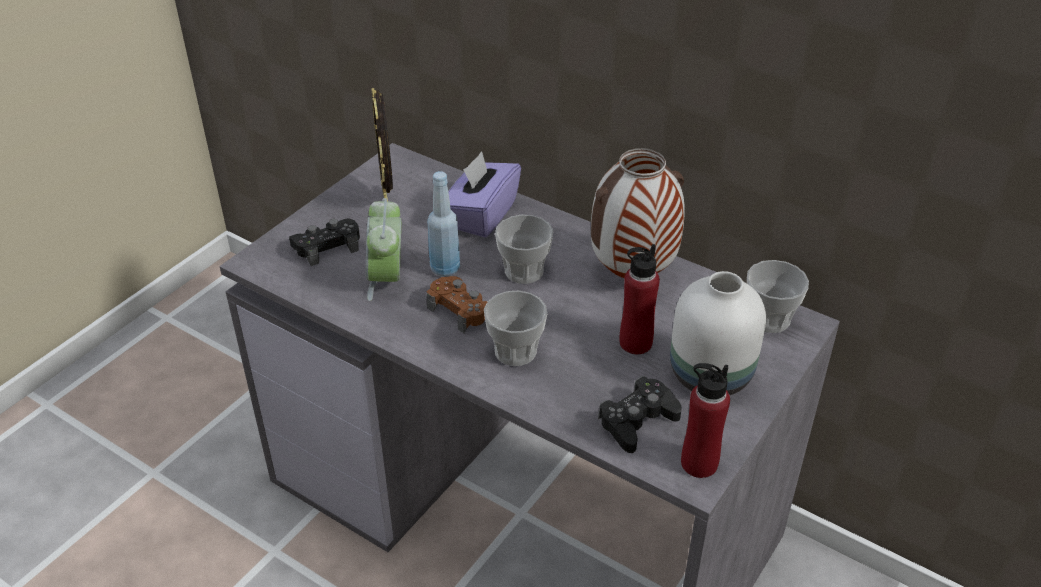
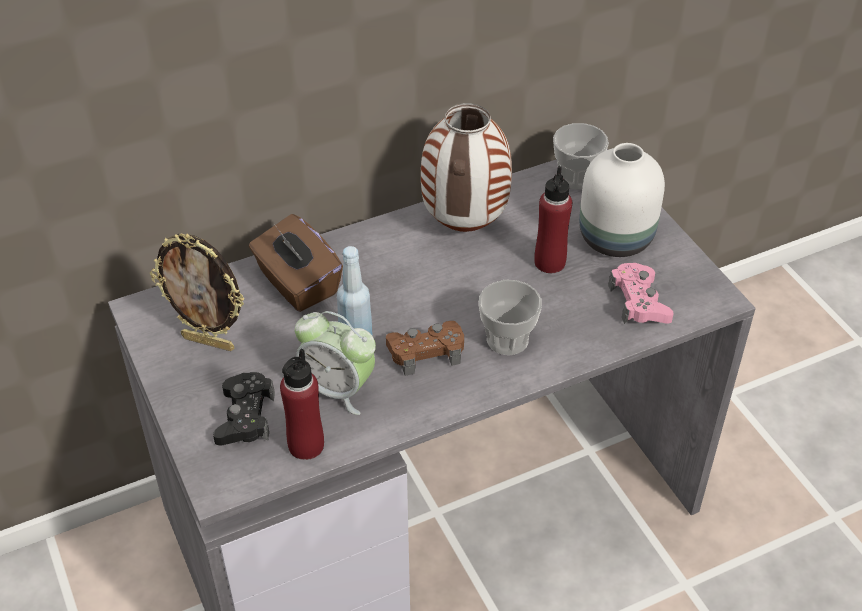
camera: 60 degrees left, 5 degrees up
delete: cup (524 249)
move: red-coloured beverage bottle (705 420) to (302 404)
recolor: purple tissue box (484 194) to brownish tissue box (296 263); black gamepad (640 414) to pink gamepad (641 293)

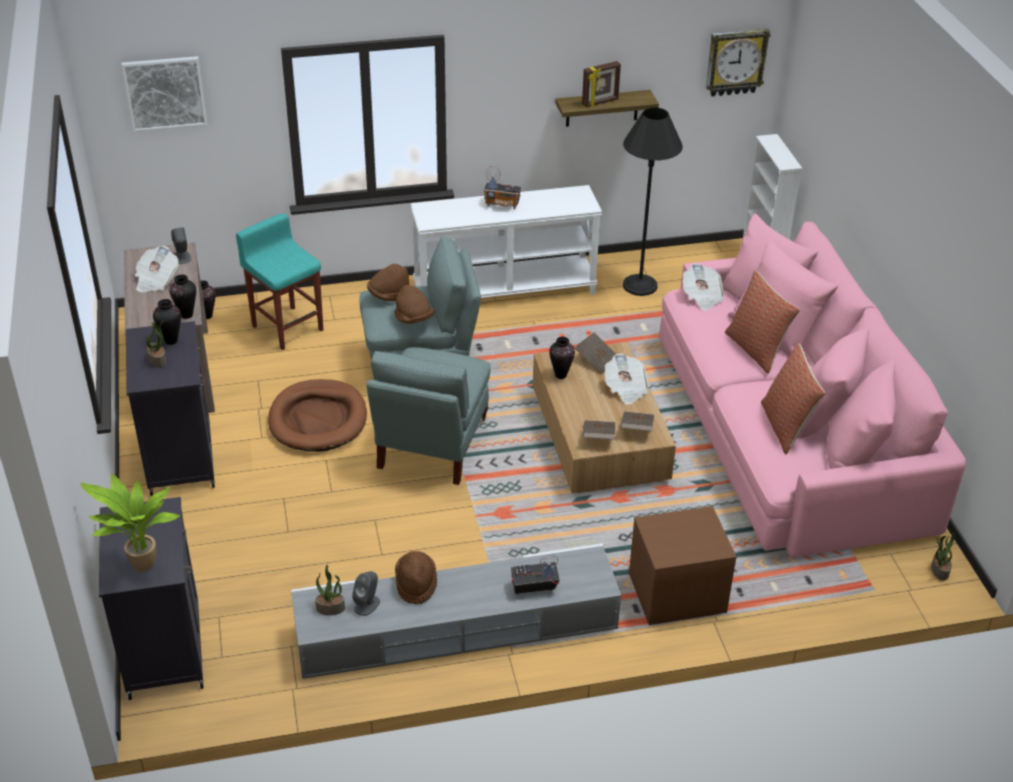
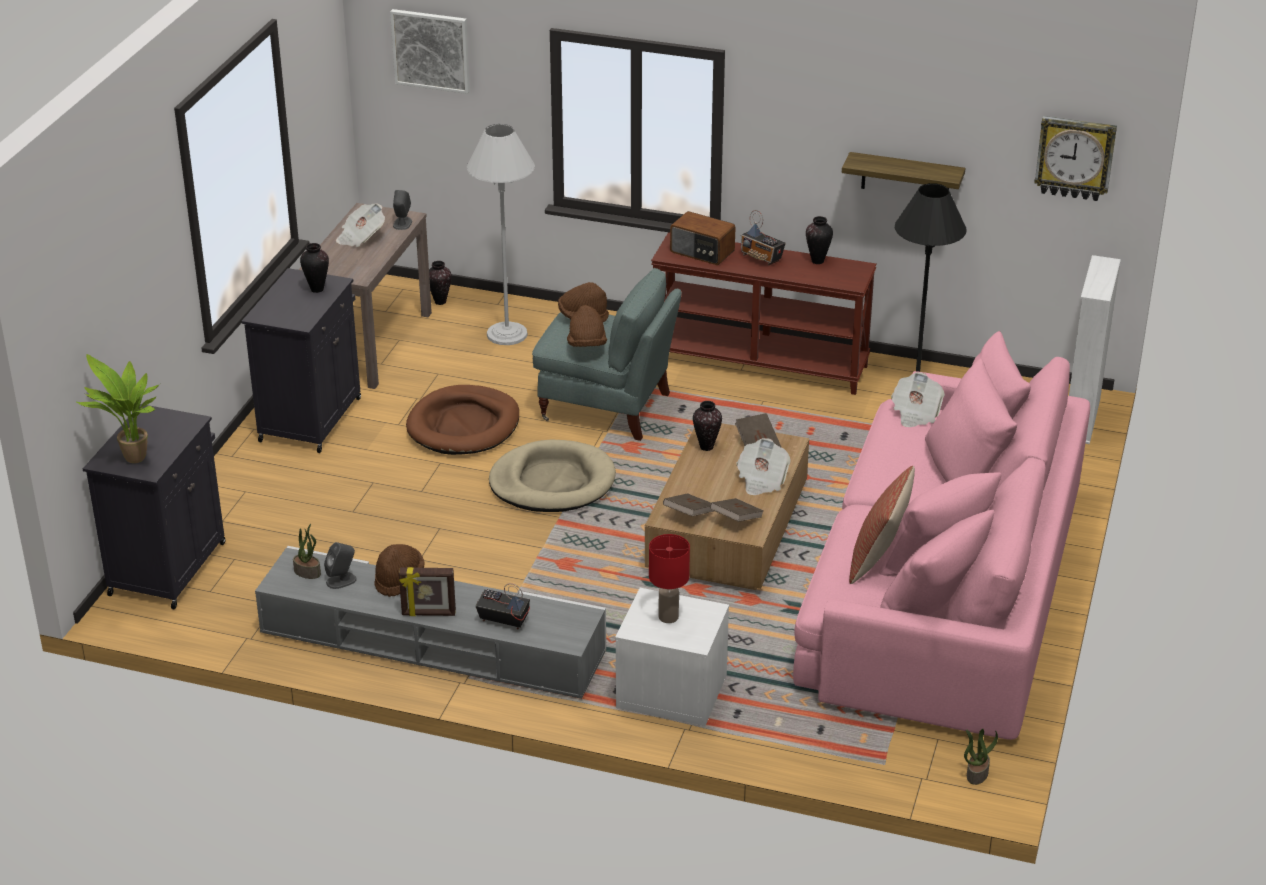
camera: 30 degrees right, 5 degrees down
delete: potted plant (156 344); cushion (762 322)
insert: red-coloured lamp for a table (669 578); radio (702 238)
move: flower vase (182 297) to (819 240); photo frame (601 84) to (427 591)
replace: turquoise-coloured stool (279 281) to whitish floor lamp (501 234); greyish armchair (429 416) to beige pet bed (552 476)
recolor: whitish console table (506 241) to brownish console table (764 313); brownish night table (683 565) to whitish night table (672 657)

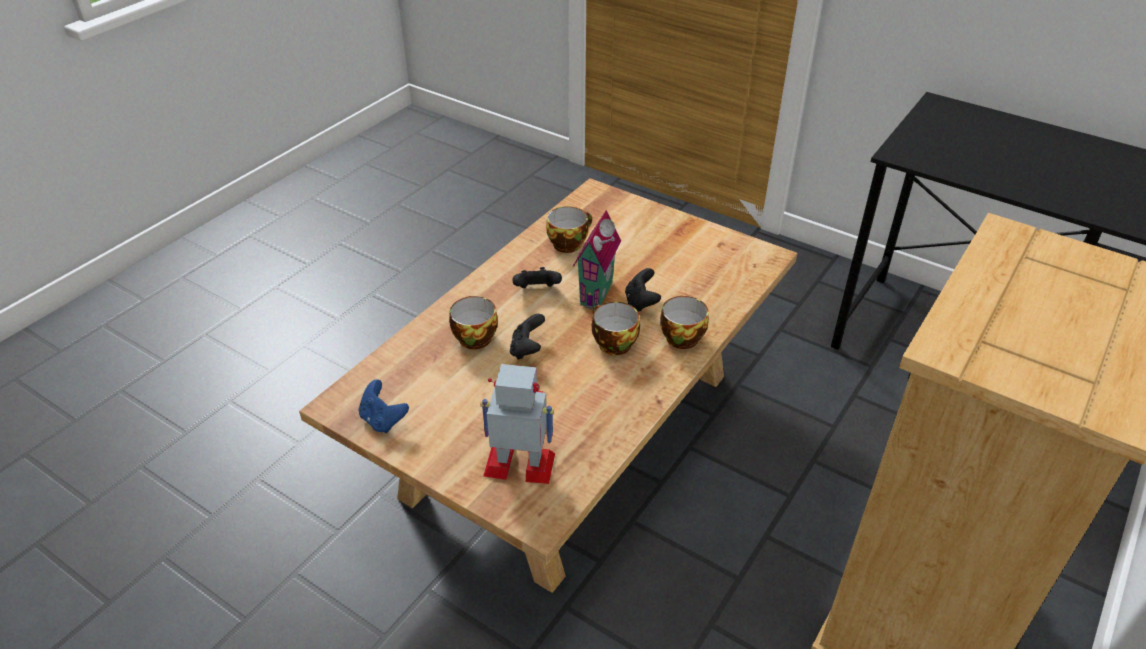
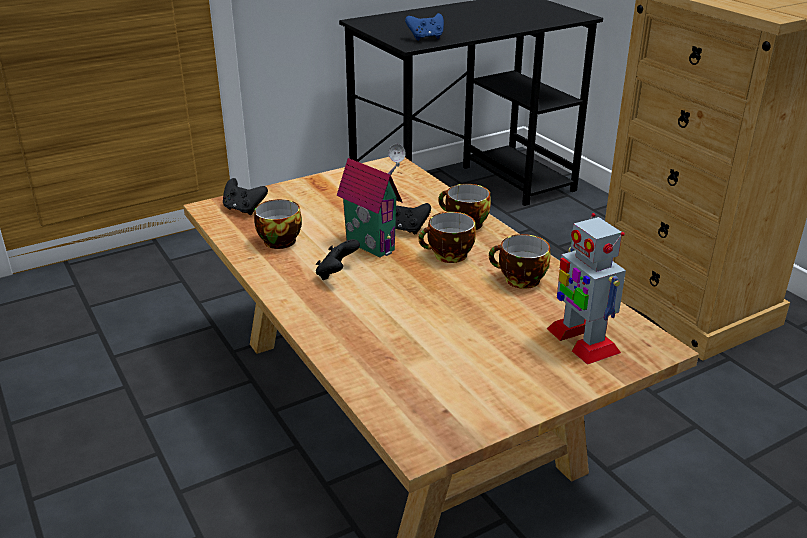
camera: 65 degrees left, 10 degrees down
move: bluish gamepad (384 406) to (424 27); cup (473 322) to (519 261); black gamepad (527 337) to (245 196)
rotate: model robot (517 424) = (586 289) 60 degrees counterclockwise

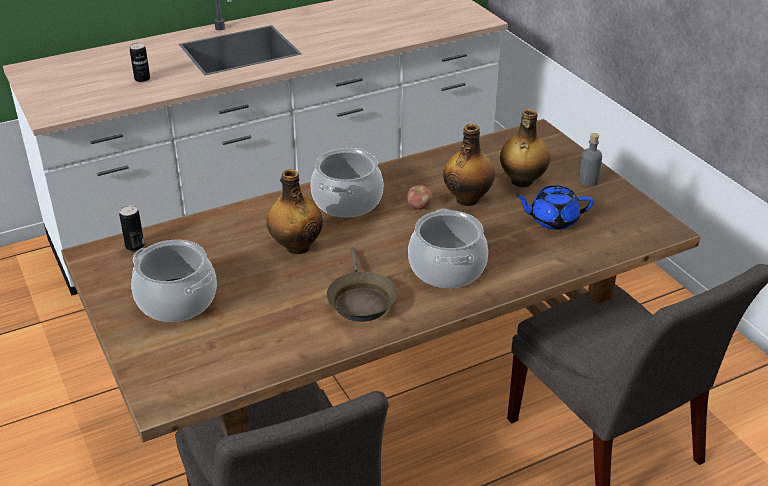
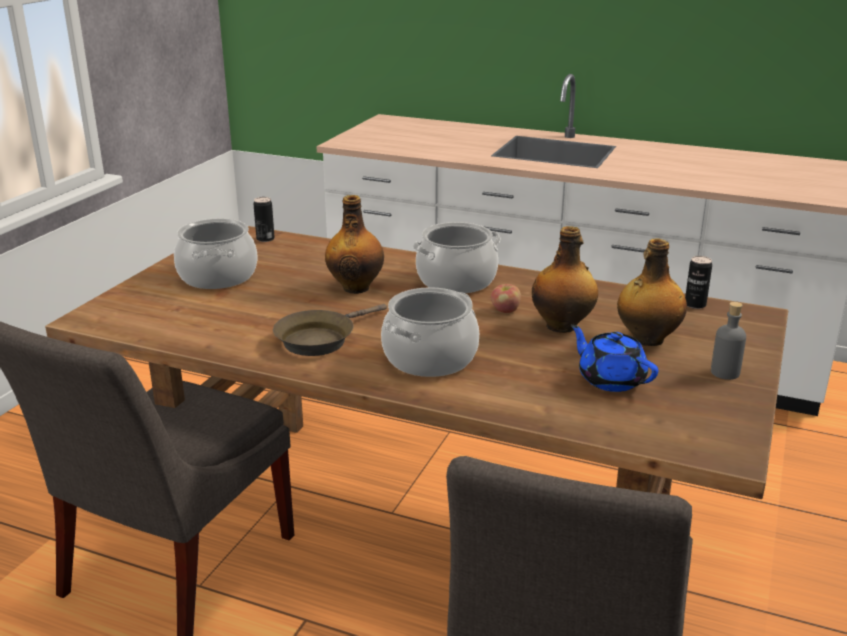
camera: 50 degrees right, 10 degrees down
move: metal can (140 62) to (698 282)

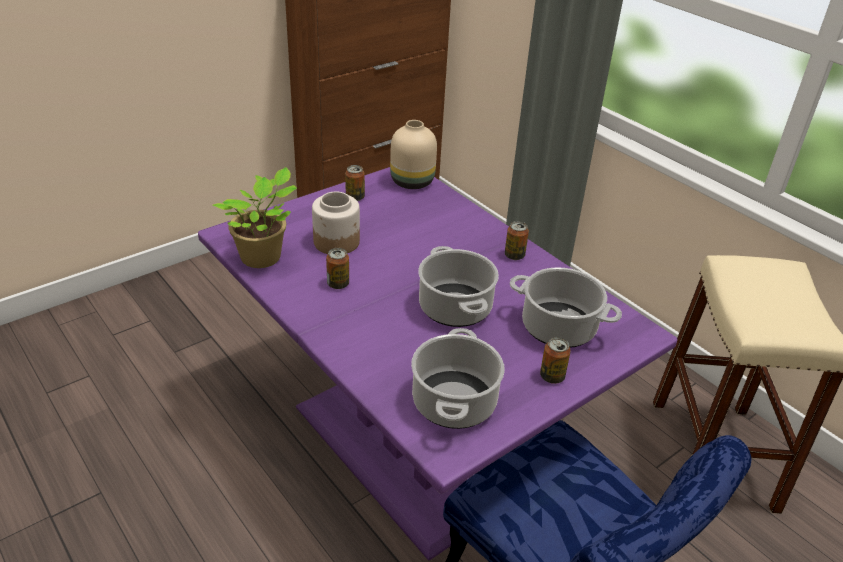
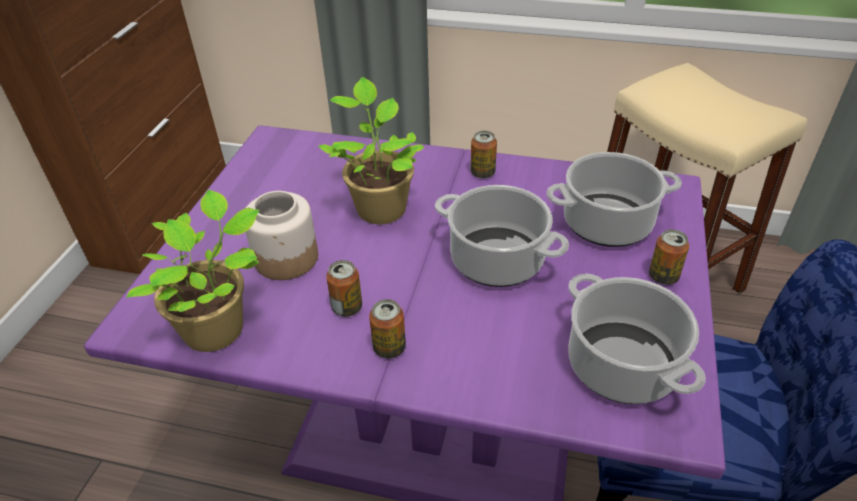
camera: 35 degrees left, 5 degrees up
delete: beige flower vase (413 154)
insert: potted plant (371 150)
move: metal can (355 183) to (387 328)

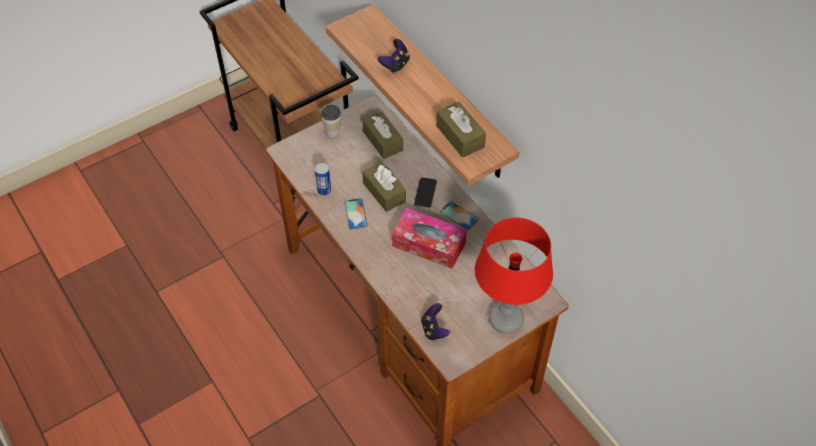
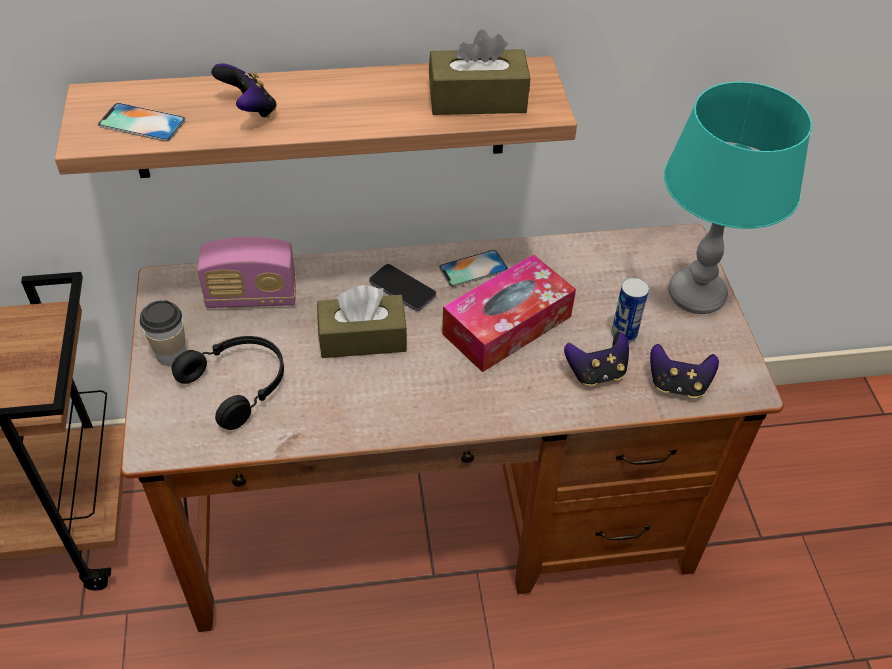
camera: 65 degrees left, 5 degrees down
insert: black pair of headphones (228 383); gamepad (596 359)
move: metal can (323 179) to (630 310); phone (356 213) to (142 122)
replace: brownish tissue box (383 135) to radio (246 272)
recolor: red-coloured lamp for a table (514 275) to turquoise-coloured lamp for a table (738 198)

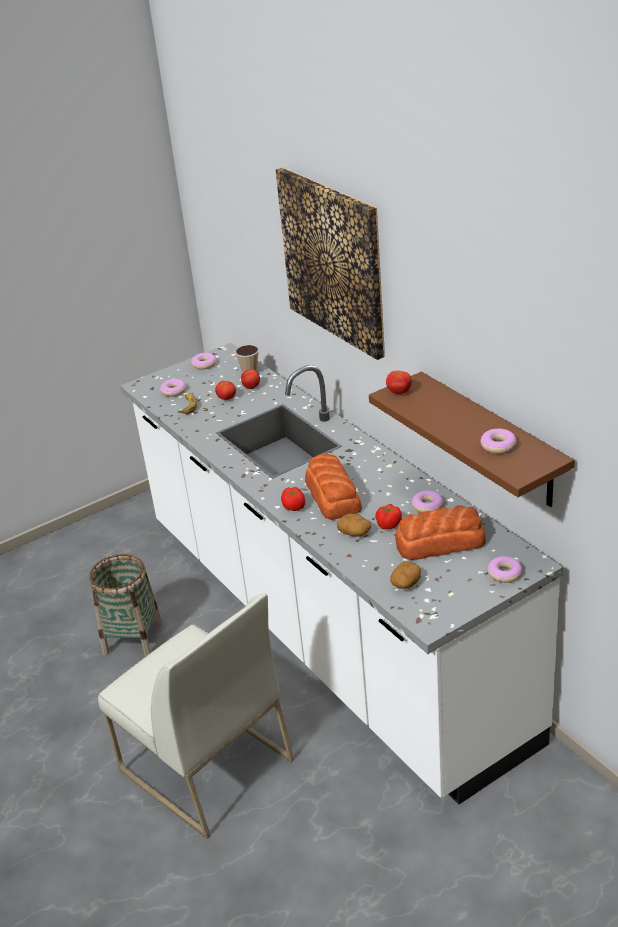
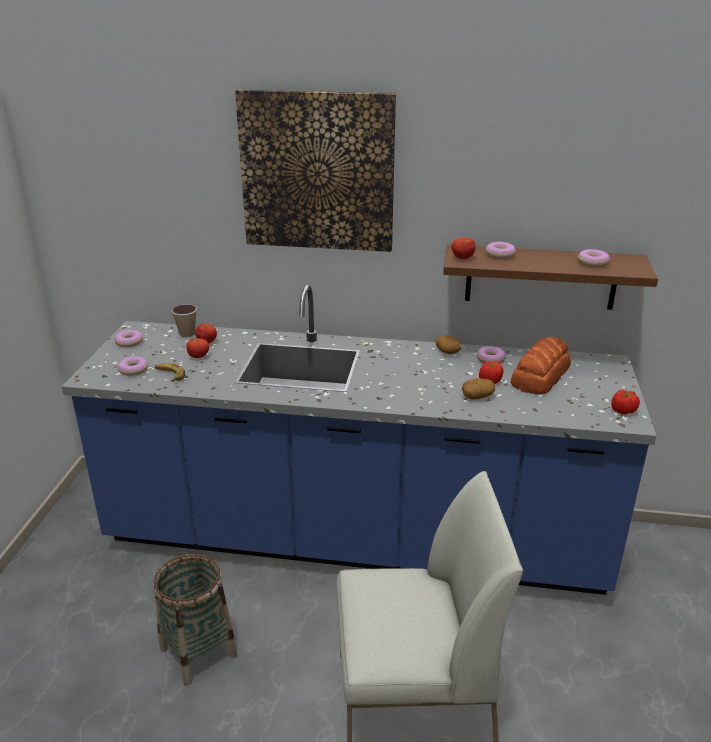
camera: 50 degrees left, 5 degrees down
delete: bakery bread (333 487)
move: fresh tomato (293 499) to (625 402); potato (405 575) to (448 344); doughnut (505 569) to (500 250)
recolor: whitish kitchen base unit (341 573) to bluish kitchen base unit (359 439)

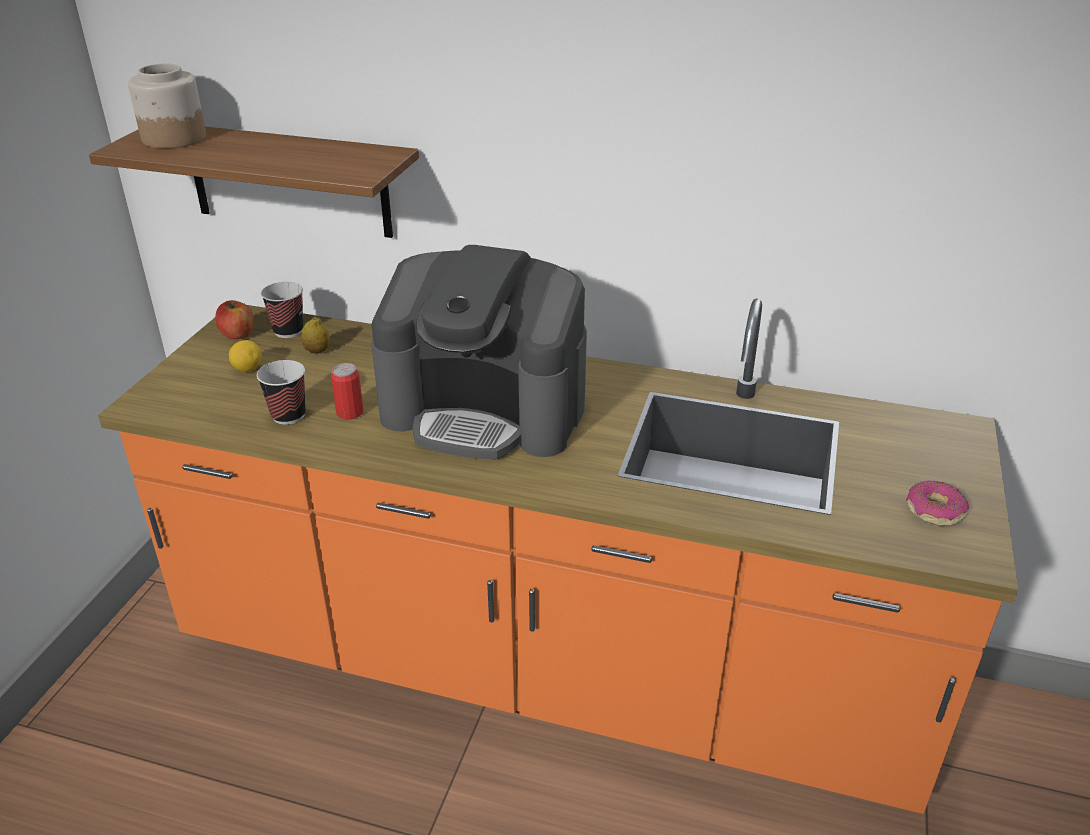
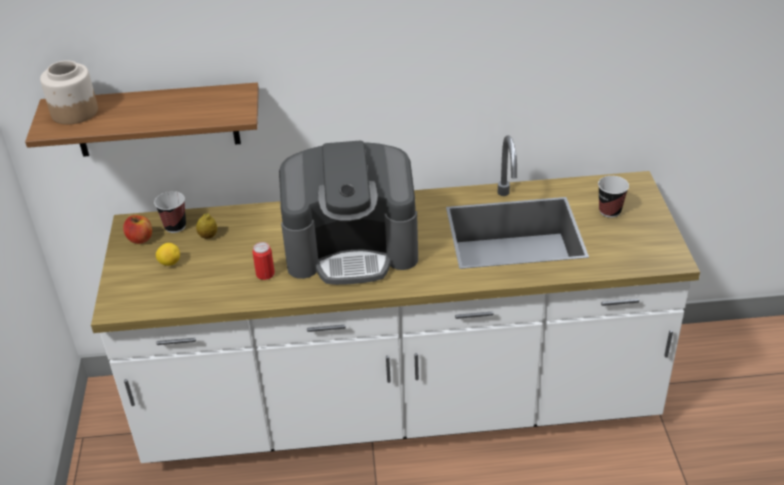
camera: 20 degrees left, 5 degrees up
delete: doughnut (937 503)
move: cup (281 392) to (613 197)
recolor: orange-coloured kitchen base unit (558 556) to whitish kitchen base unit (395 299)

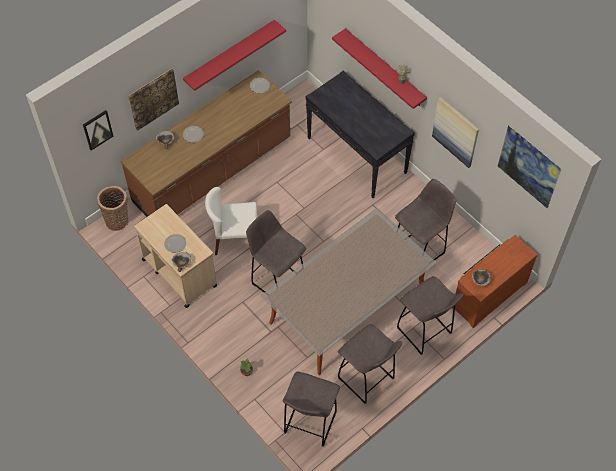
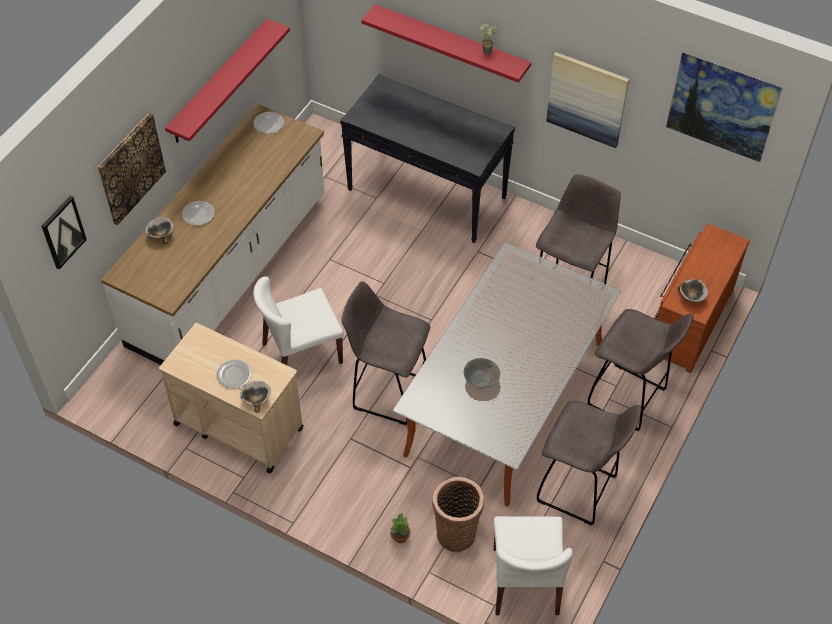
camera: 20 degrees left, 5 degrees down
insert: greyish deep dish (482 373)
move: storage basket (112 208) to (458 515)
replace: greyish stool (311 409) to whitish plain chair (533 565)
recolor: brownish kitchen base unit (206 143) to whitish kitchen base unit (212 234)

